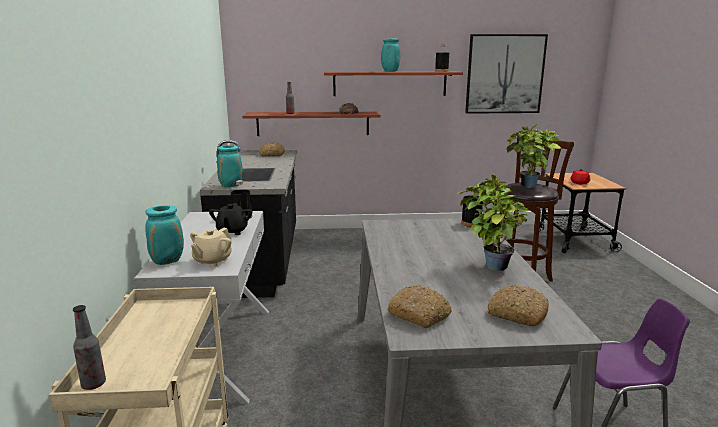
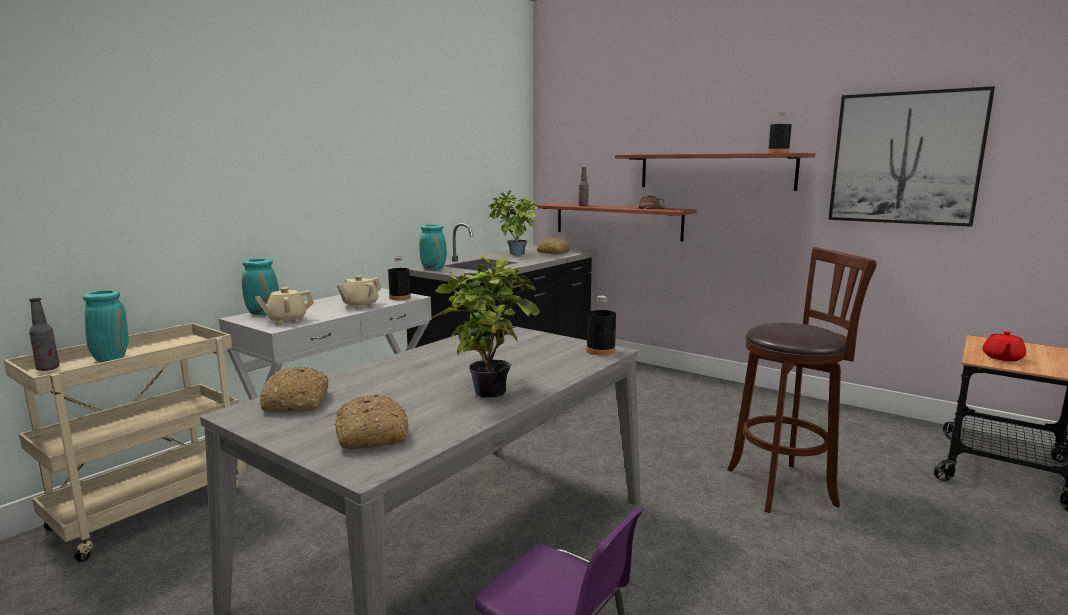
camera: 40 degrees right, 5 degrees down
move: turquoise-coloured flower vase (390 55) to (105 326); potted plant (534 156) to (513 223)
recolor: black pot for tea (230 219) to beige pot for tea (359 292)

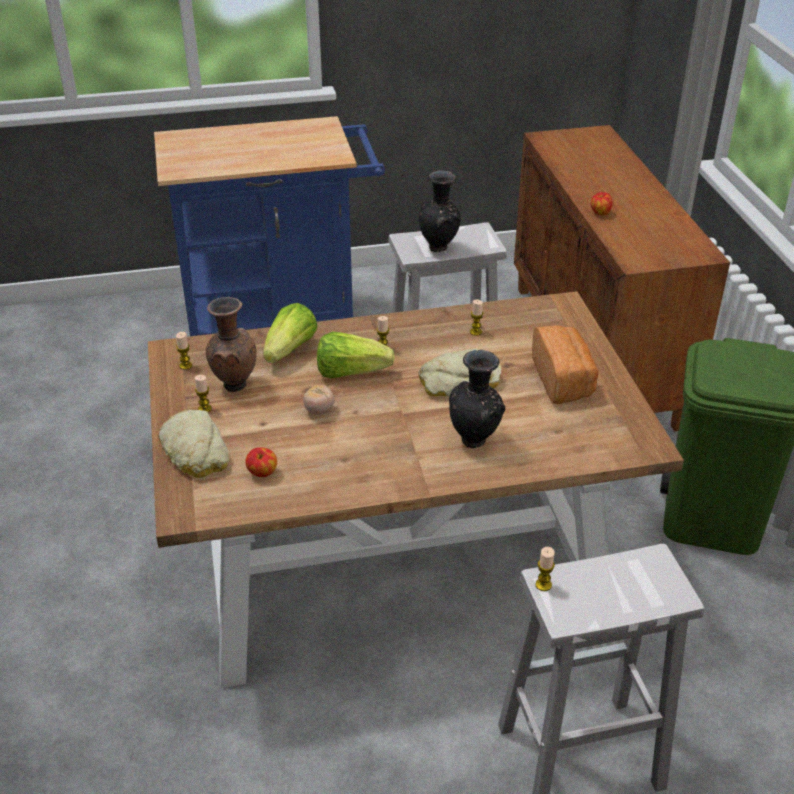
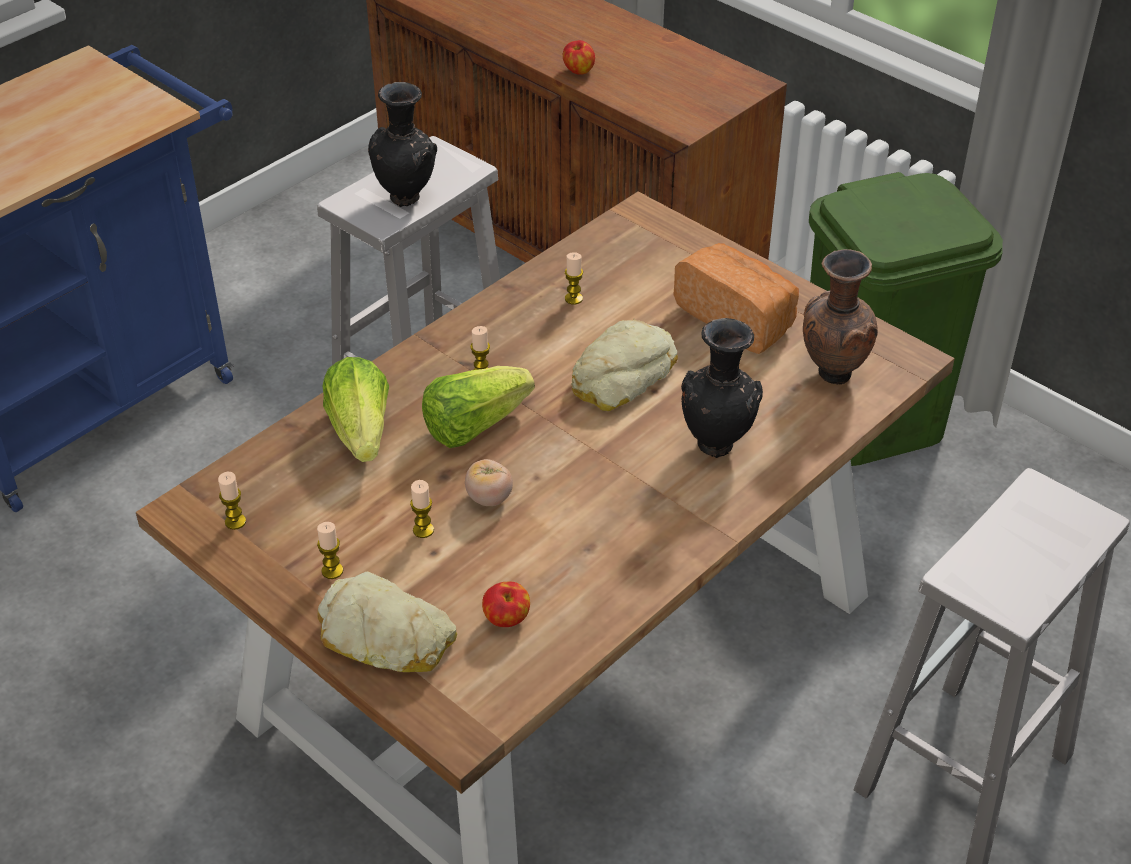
camera: 35 degrees left, 5 degrees up
move: brownish flower vase (231 344) to (840 317); candle (545 569) to (422 509)

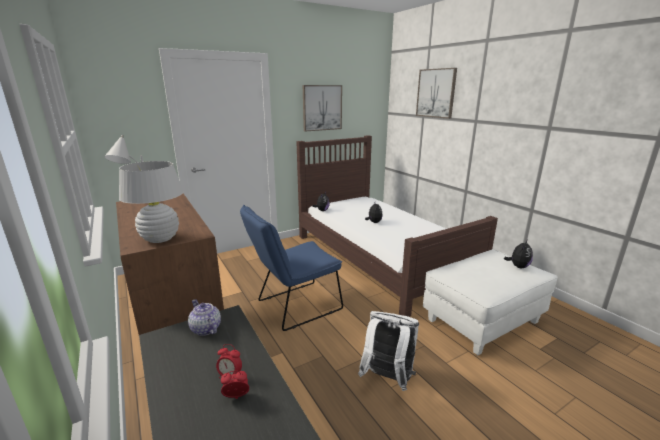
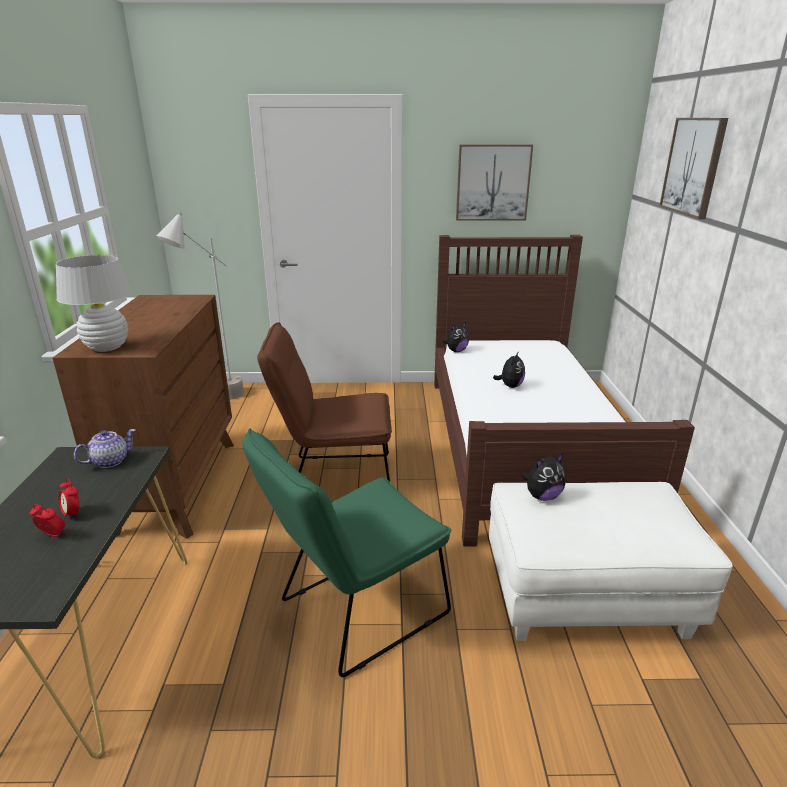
camera: 30 degrees right, 5 degrees up
move: plush toy (518 254) to (544 477)
replace: whitish backpack (388 351) to greenish plain chair (346 552)
recolor: bluish plain chair (291 268) to brownish plain chair (324 401)
rotate: pot for tea (204 317) = (105 448) 60 degrees clockwise

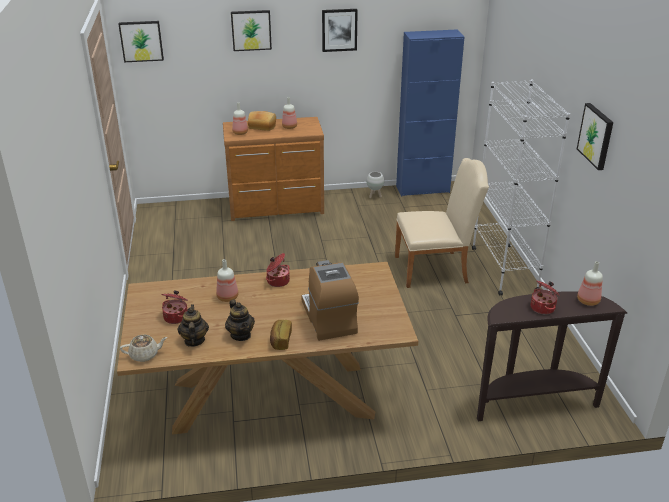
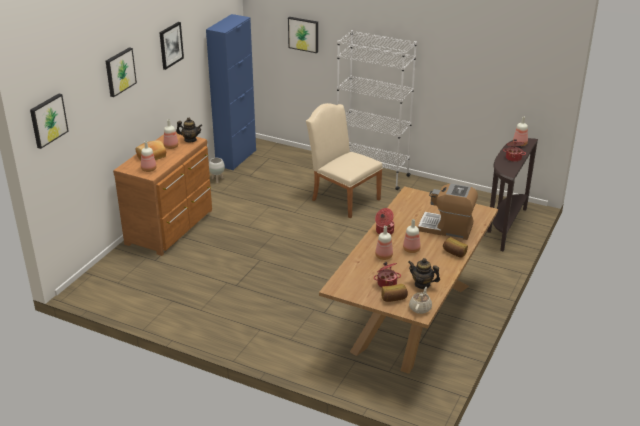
camera: 55 degrees left, 0 degrees up
insert: bakery bread (395 293); beverage bottle (412 236)
move: pot for tea (240 320) to (189 129); wall picture (595 136) to (303 35)
rotate: beige plain chair (442 223) = (344 160) 75 degrees counterclockwise

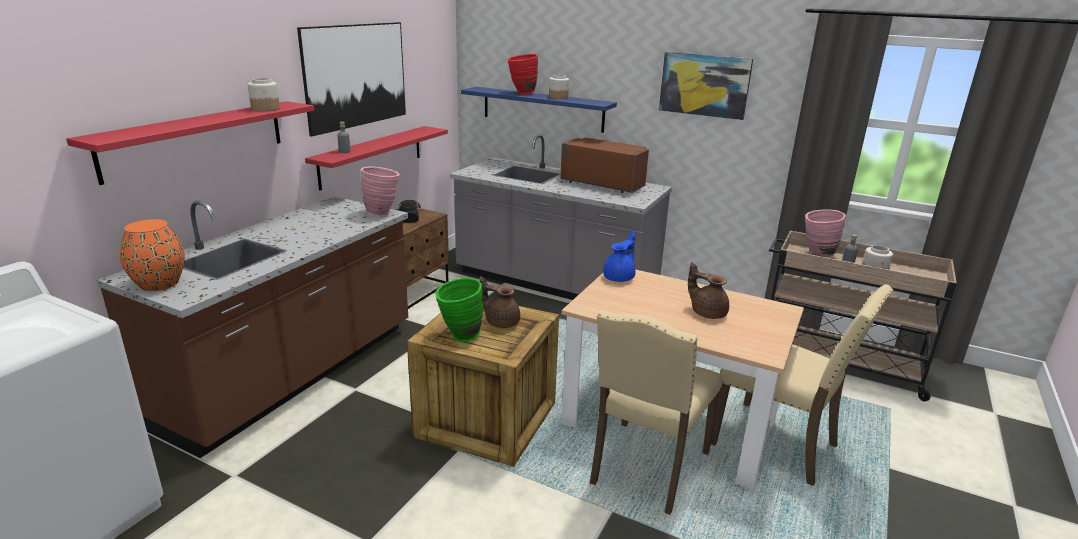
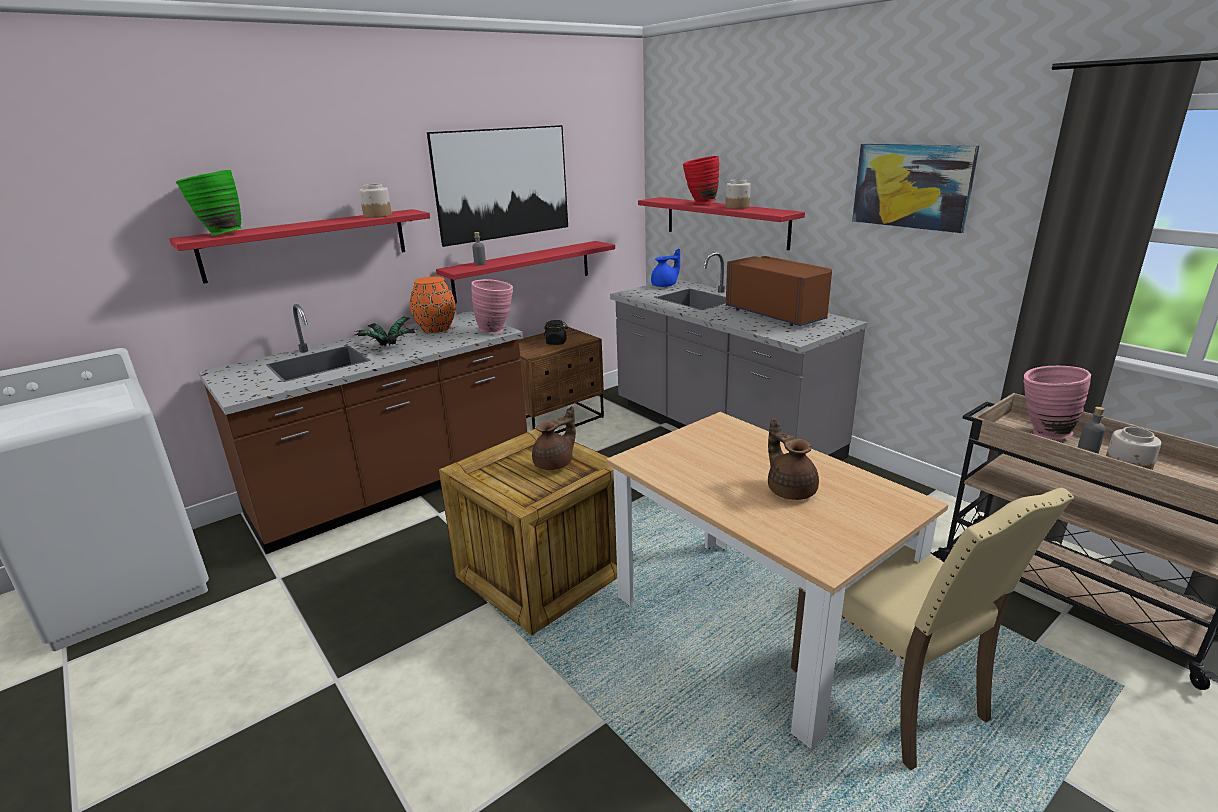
camera: 25 degrees right, 0 degrees up
delete: beige plain chair (656 412)
insert: potted plant (384 331)
move: orange-coloured flower vase (152 255) to (433 305); greenish flower vase (459 310) to (209 203); bluish pot for tea (619 256) to (665 268)
recolor: bluish wall shelf (539 110) to red-coloured wall shelf (721 223)
rotate: brownish pot for tea (500 302) = (554 438) 90 degrees clockwise

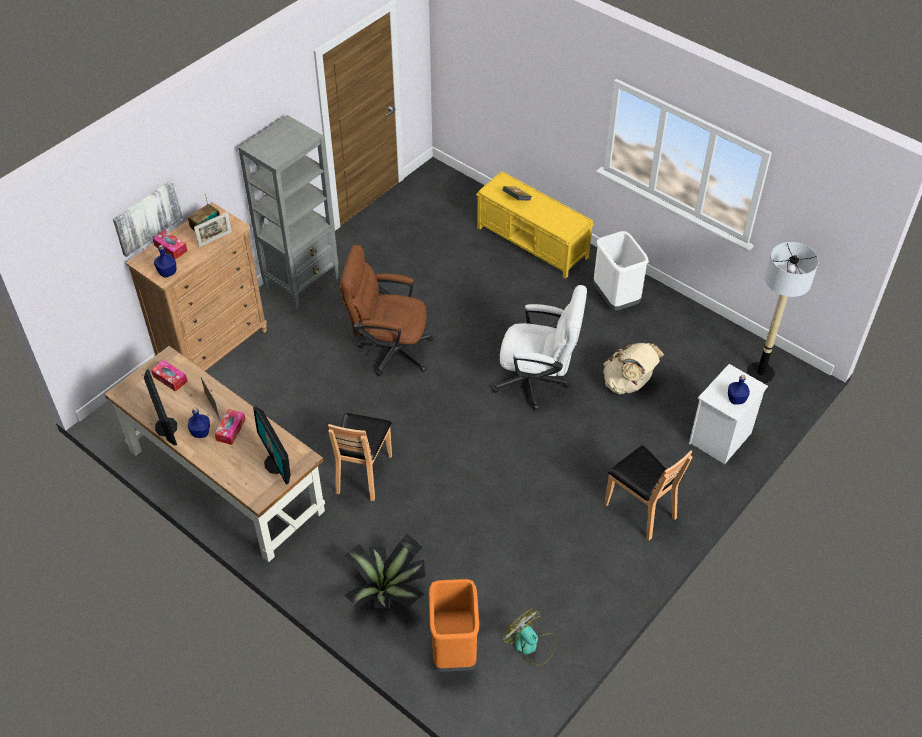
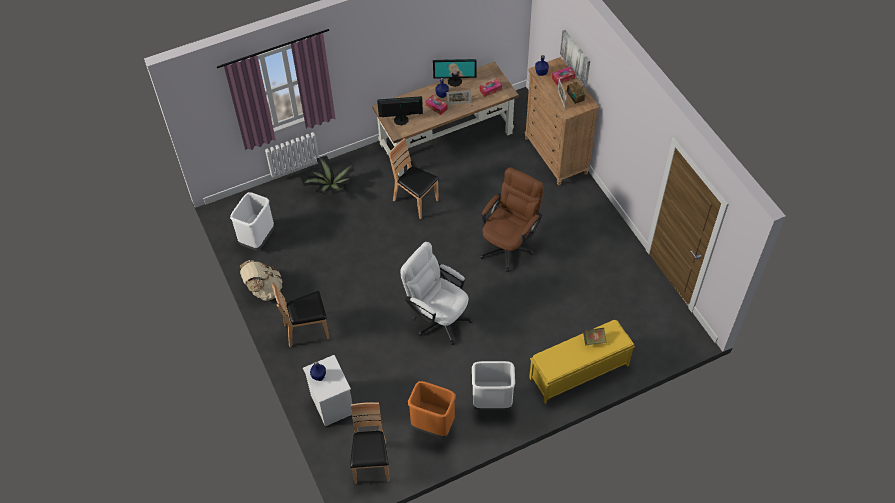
camera: 115 degrees right, 5 degrees up
delete: greyish shelving unit (288 212)
move: orange-coloured rubbish bin (454 625) to (432 409); beige backpack (634 368) to (261 280)
replace: electric fan (529 637) to whitish rubbish bin (252 221); floor lamp (783 313) to brownish plain chair (370 443)
rotate: whitish computer chair (539 347) = (436 293) 90 degrees clockwise

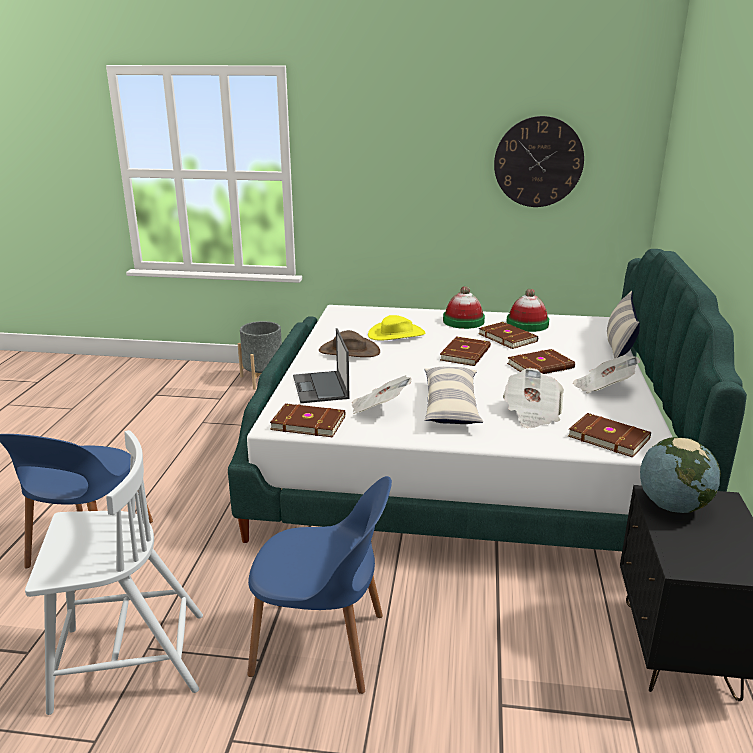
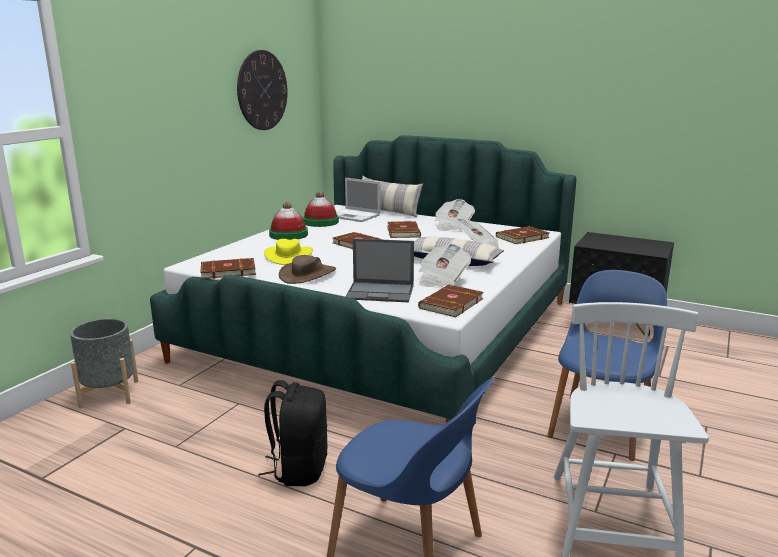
camera: 70 degrees left, 5 degrees down
delete: world globe (680 475)
insert: black backpack (292 433); laptop (358 200)
move: brownish volume (508 335) to (228 268)

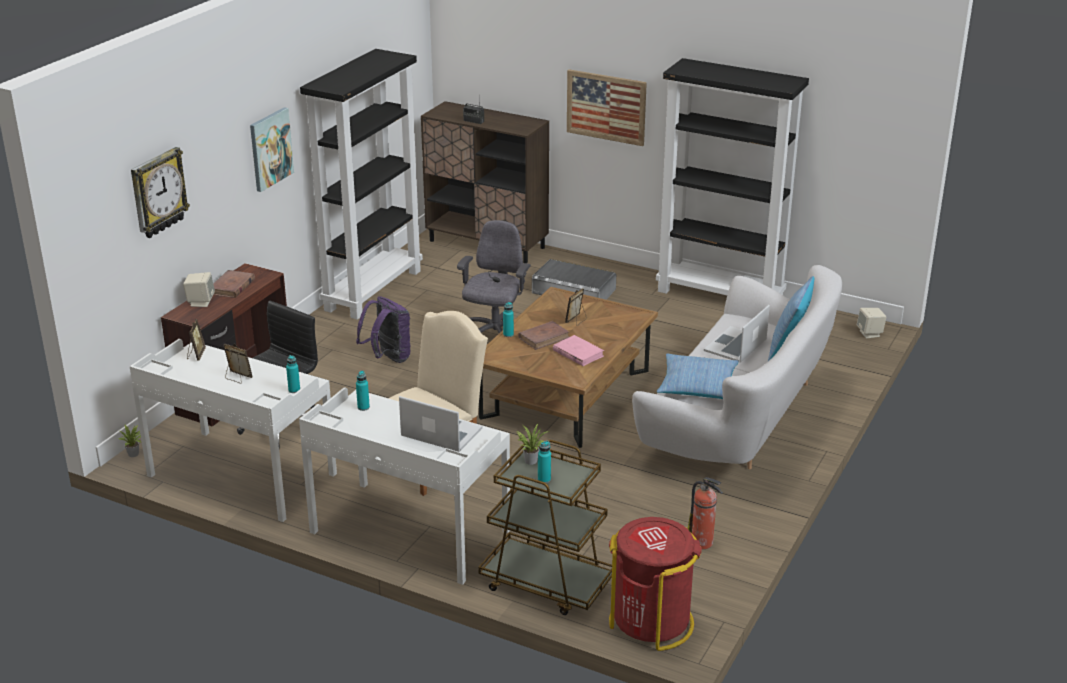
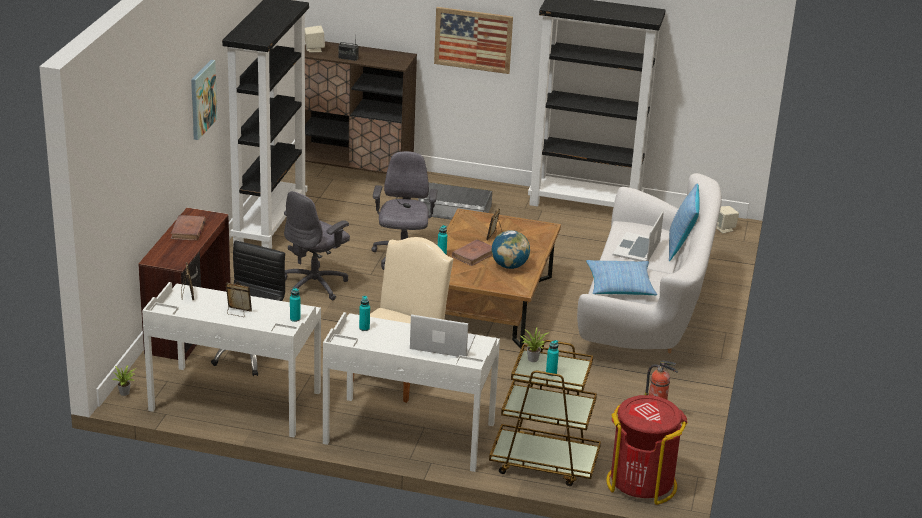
camera: 15 degrees left, 0 degrees up
delete: wall clock (160 192)
move: beige audio speaker (199 289) to (315 39)
replace: purple backpack (383 329) to greyish computer chair (317 245); pink volume (578 350) to world globe (511 249)

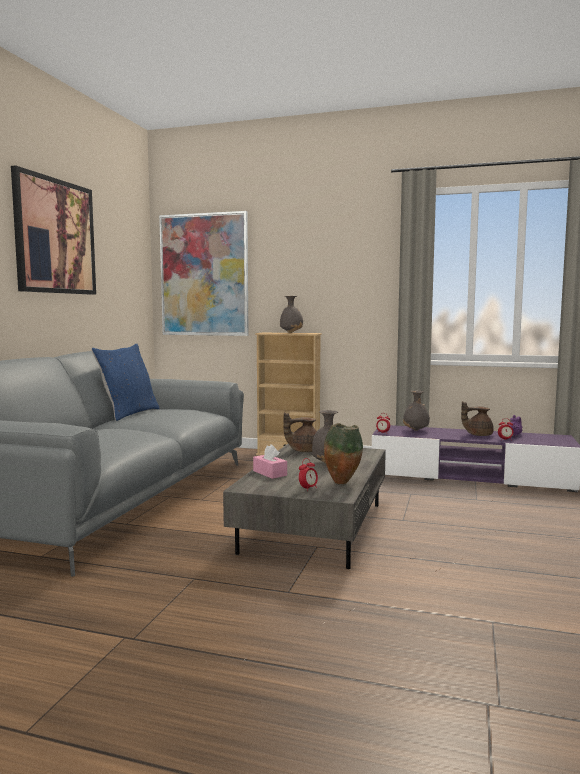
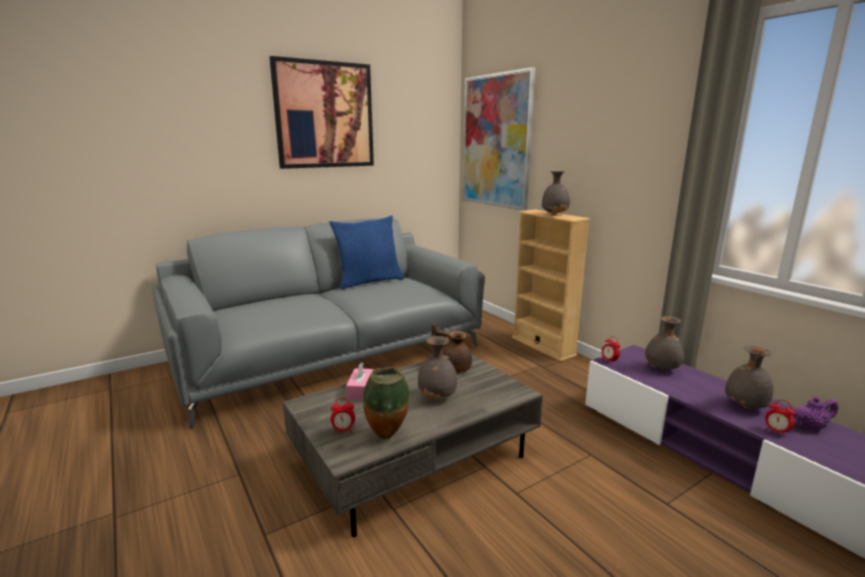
camera: 40 degrees right, 10 degrees up
replace: brownish pot for tea (477 418) to greyish flower vase (749 377)

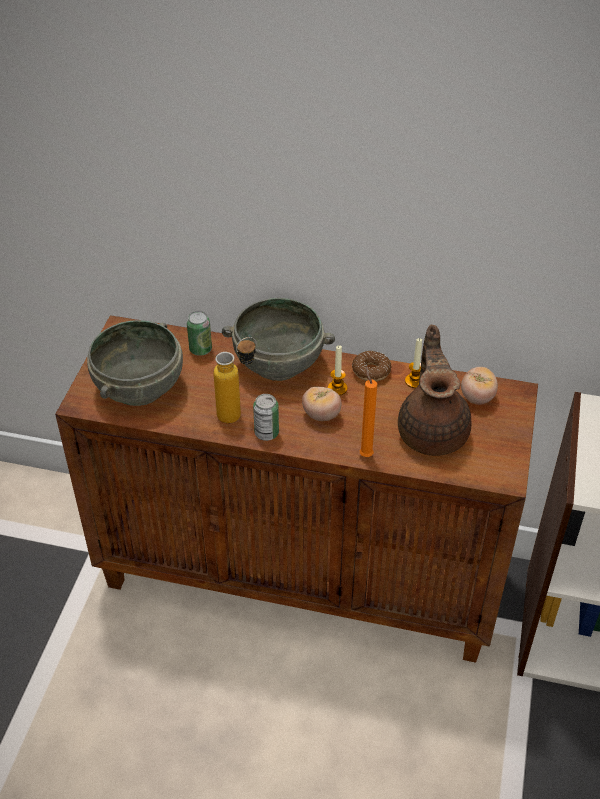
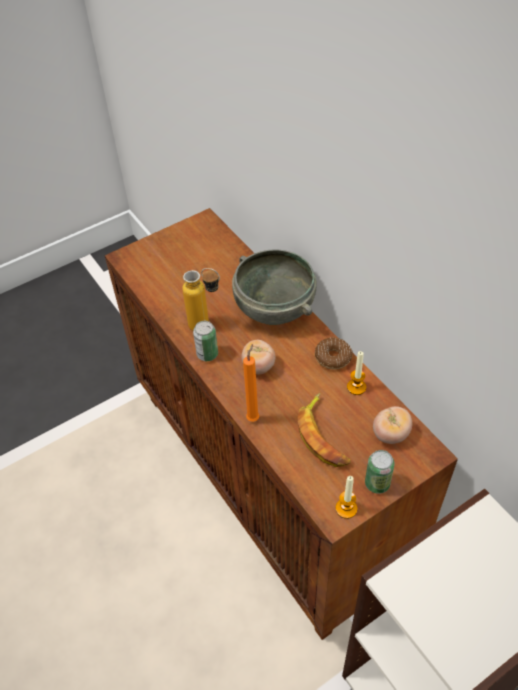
camera: 45 degrees right, 5 degrees up
delete: greyish deep dish (135 363)
move: metal can (199 333) to (380 472); candle (337 370) to (346 497)
replace: brownish pot for tea (434 390) to banana (324 430)

